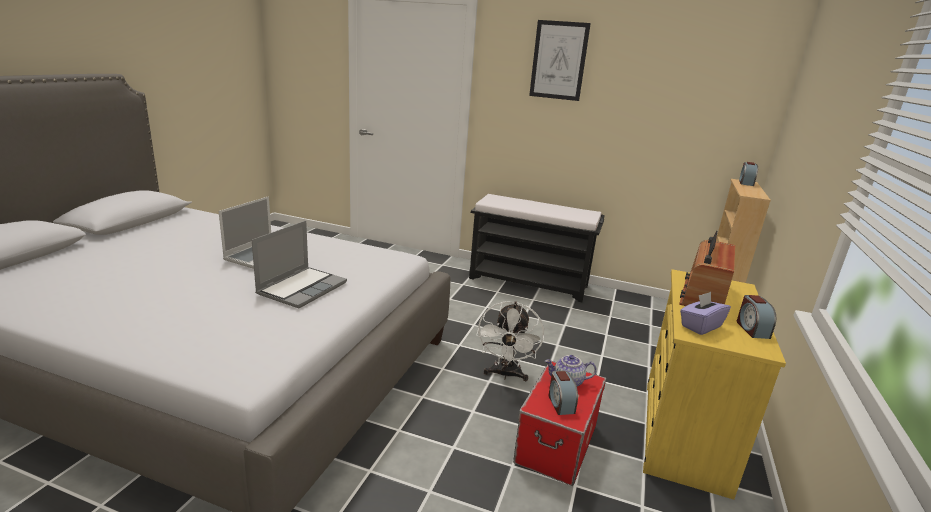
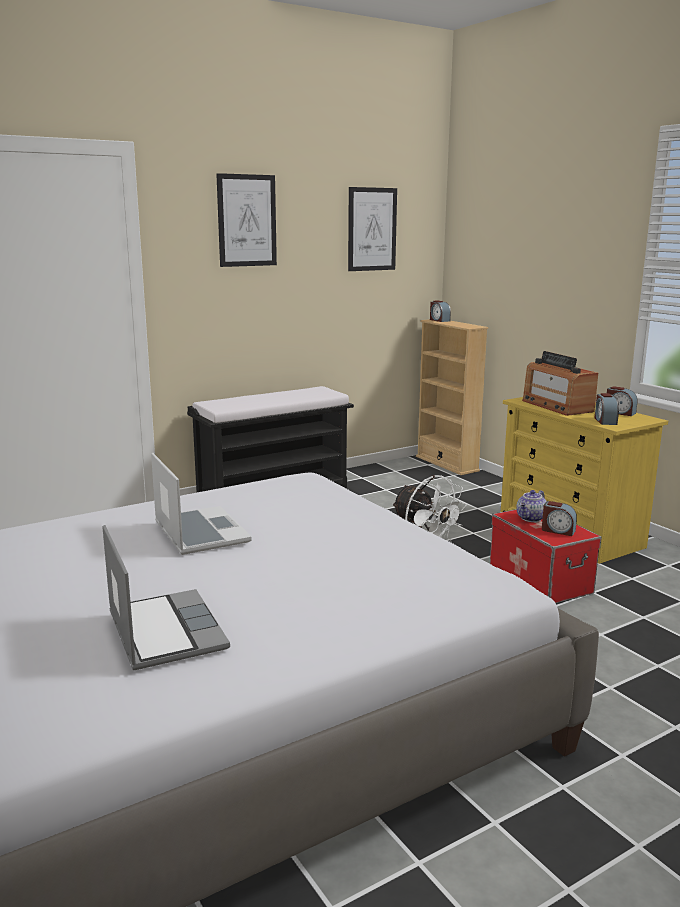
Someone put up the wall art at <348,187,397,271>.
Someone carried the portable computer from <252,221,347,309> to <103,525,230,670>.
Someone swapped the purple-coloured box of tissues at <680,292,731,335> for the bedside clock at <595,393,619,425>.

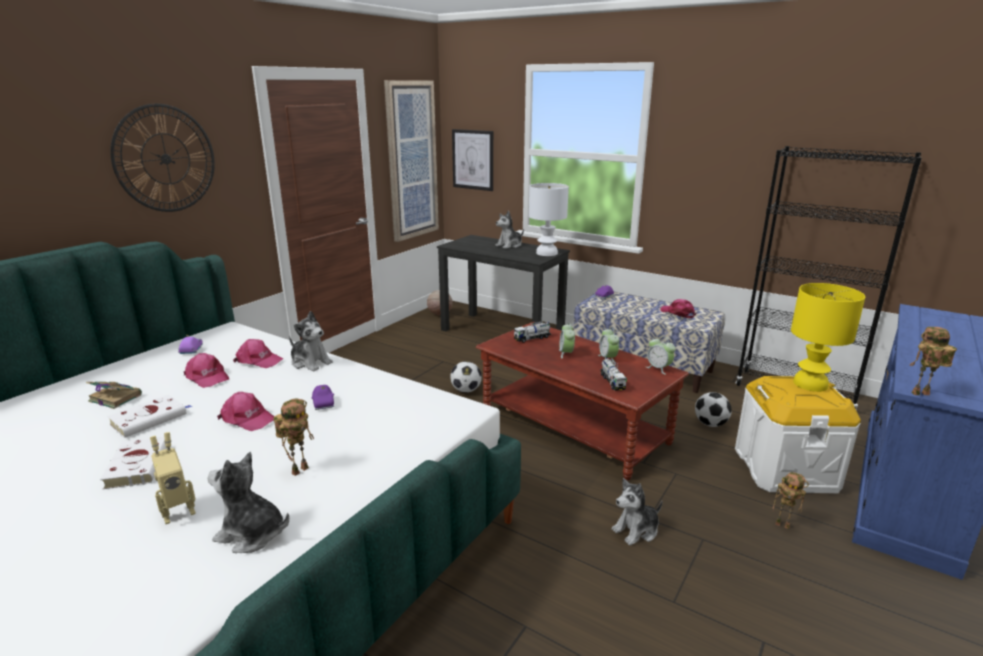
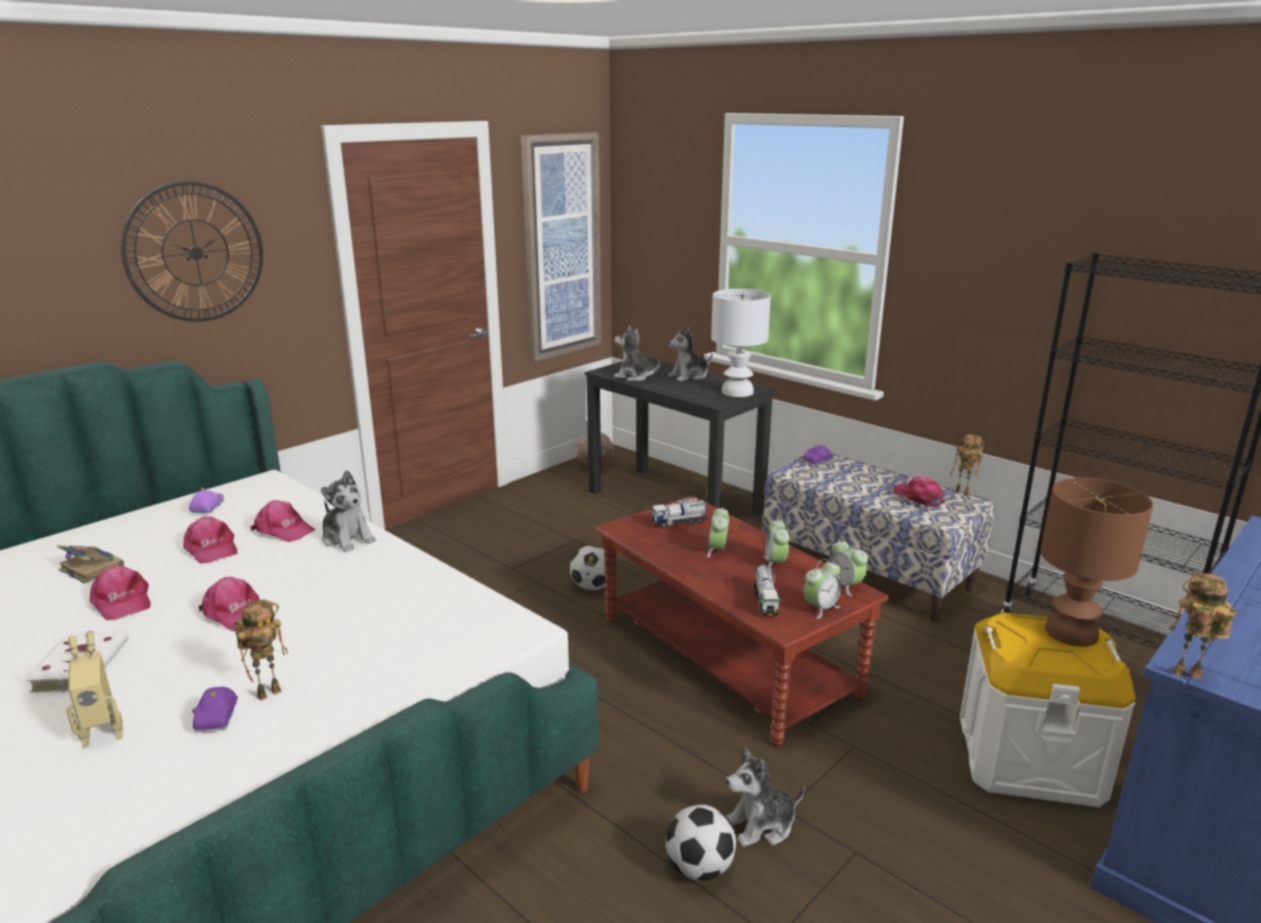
Someone took away the wall art at <452,129,493,191>.
Someone put down the bedside clock at <804,559,842,619>.
Someone carried the plush toy from <208,452,289,553> to <614,326,660,381>.
Someone carried the purple-coloured toy car from <312,385,334,410> to <192,687,238,733>.
Someone carried the football from <695,392,731,427> to <666,805,736,881>.
Someone carried the toy robot from <773,472,809,529> to <950,434,984,496>.
Someone swapped the whitish bound book at <107,394,192,438> for the pink-coloured cap at <90,565,151,620>.
Someone repainted the yellowish table lamp at <791,283,865,392>, which became the brownish table lamp at <1040,478,1153,647>.

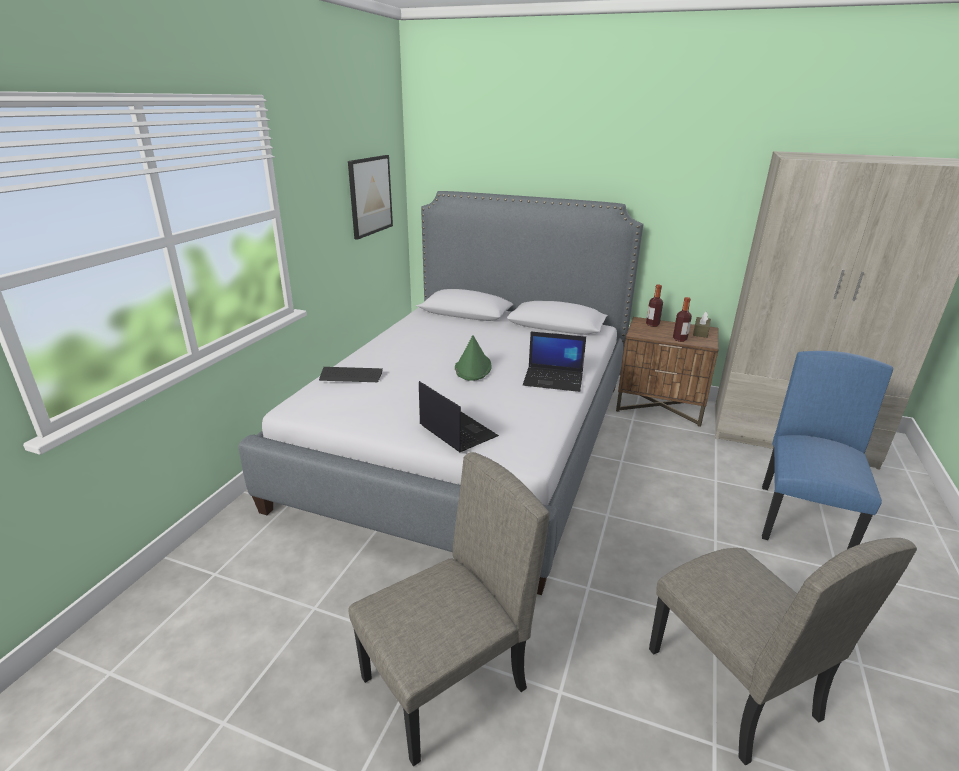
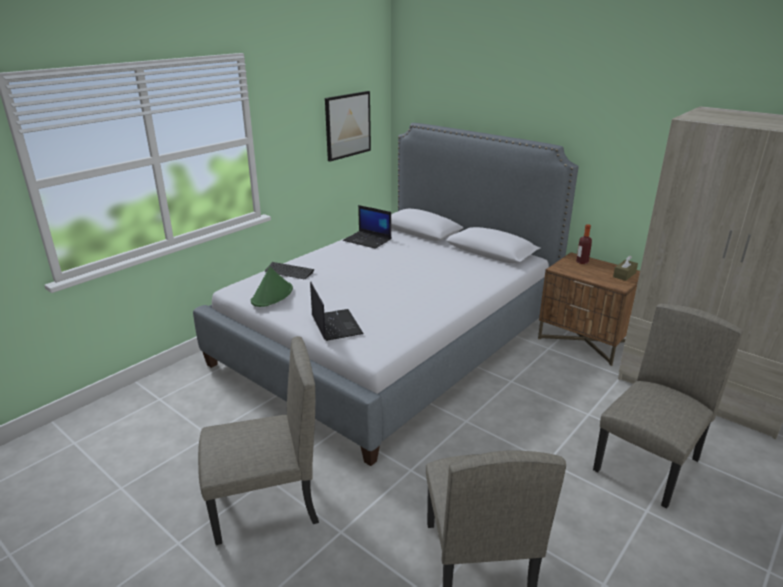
Someone took away the drink bottle at <673,297,692,342>.
Someone carried the greenish wearable hat from <455,335,491,381> to <251,267,293,307>.
Someone carried the portable computer from <523,332,586,392> to <343,205,391,249>.
Someone repainted the bluish upright chair at <762,351,893,549>, which became the beige-coloured upright chair at <593,303,743,508>.

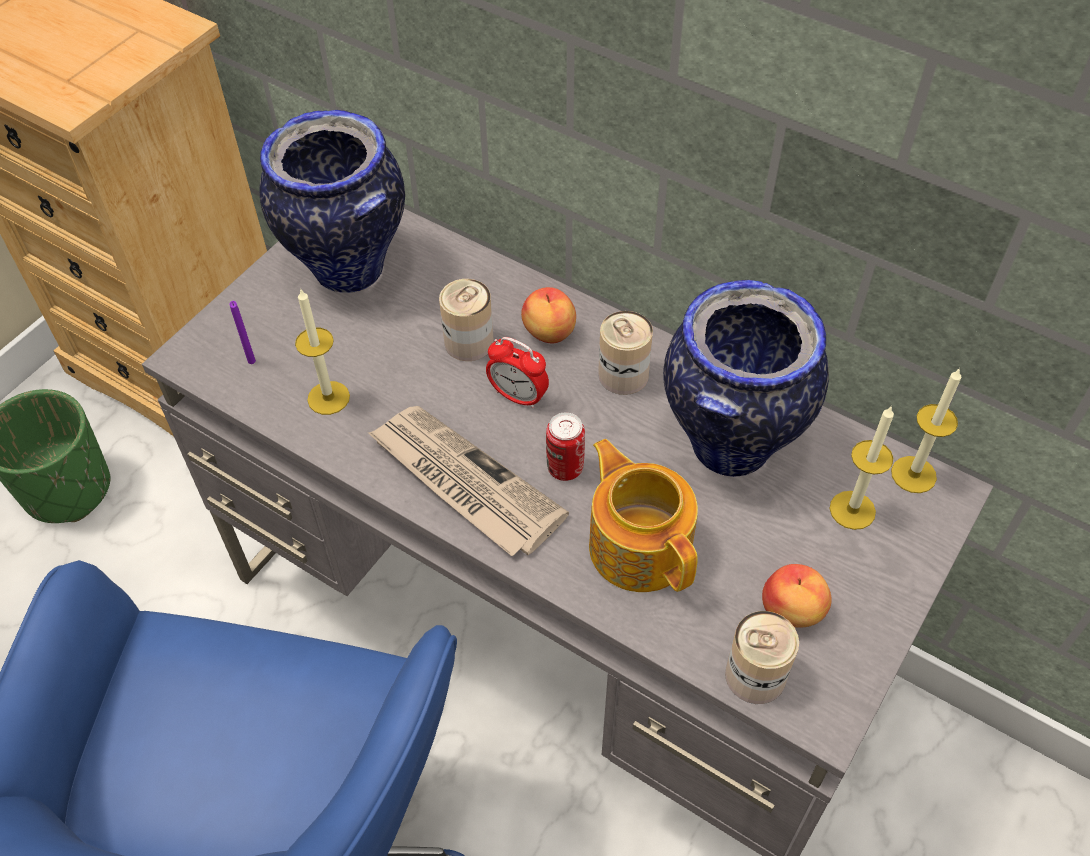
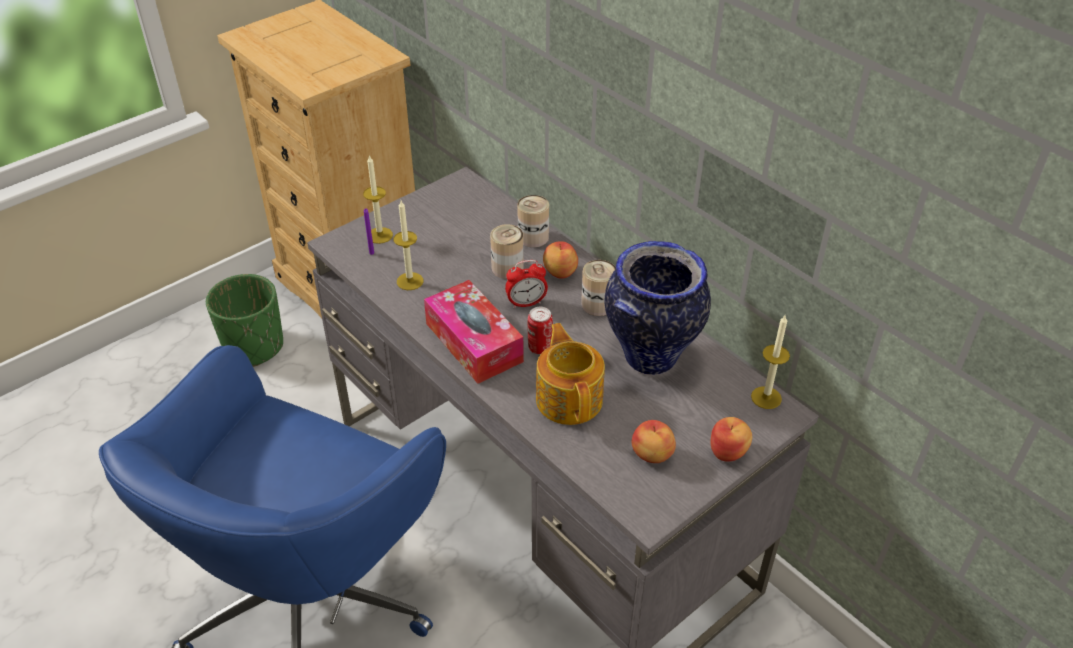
Someone took away the vase at <260,110,405,293>.
Someone put down the whole apple at <710,417,752,462>.
Someone carried the can from <725,611,799,704> to <517,195,549,248>.
Someone carried the wax light from <829,407,894,530> to <363,155,393,244>.
Someone swapped the newspaper at <368,406,569,556> for the box of tissues at <424,280,524,384>.
Someone rotated the bedside clock at <486,337,549,409> by 60 degrees counterclockwise.

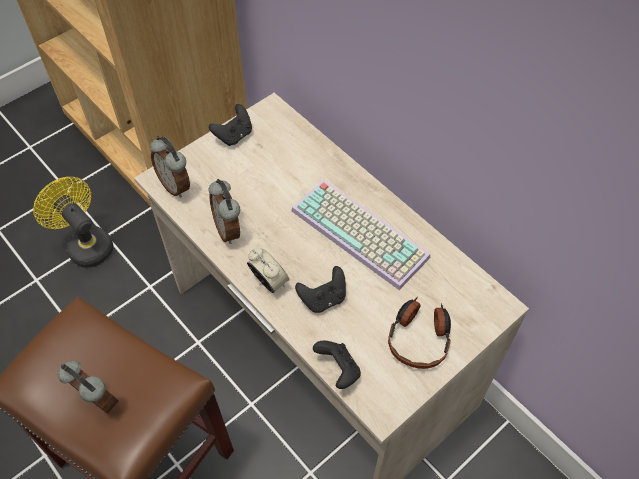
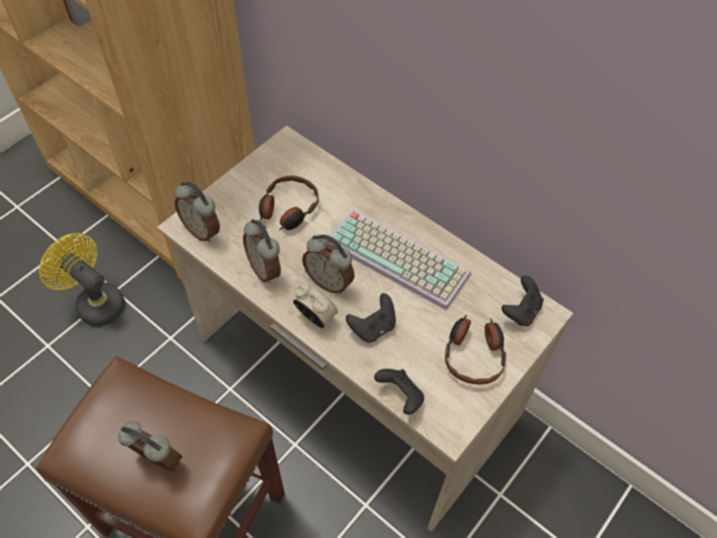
Someone put down the headphones at <259,176,319,230>.
Someone put down the bedside clock at <302,235,355,294>.
Someone carried the blackish joypad from <209,104,252,146> to <502,276,544,326>.

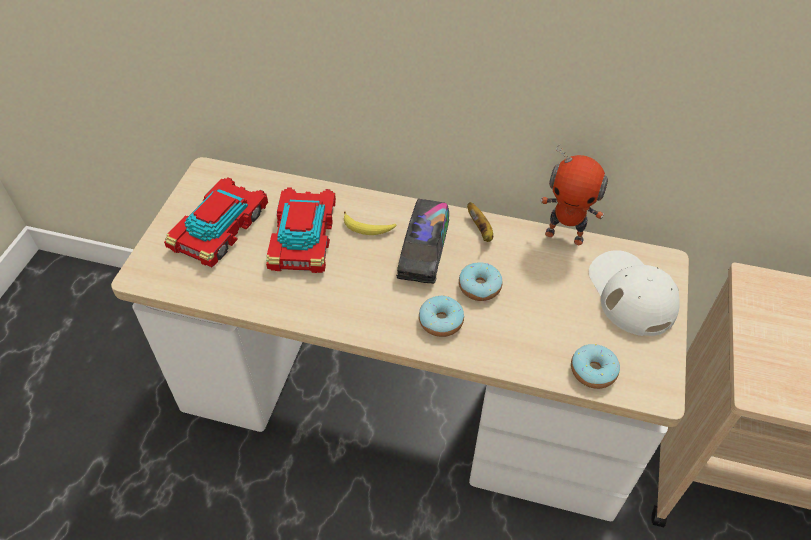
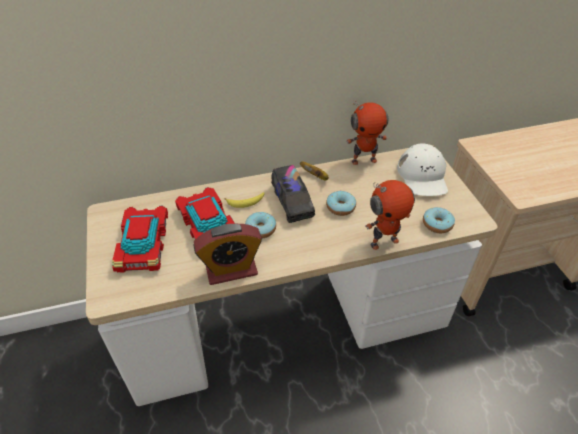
Someone put down the bedside clock at <193,224,262,285>.
Someone put down the toy robot at <365,180,415,250>.
Someone carried the ring doughnut from <419,296,464,337> to <245,212,276,238>.
Someone rotated the whitish cap at <589,250,680,336> by 135 degrees counterclockwise.

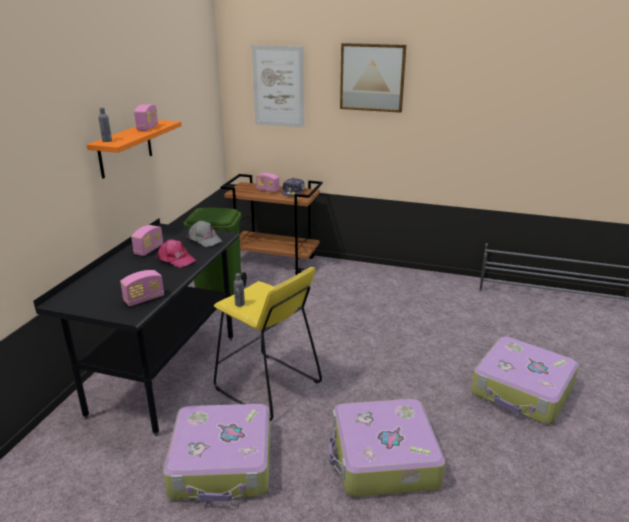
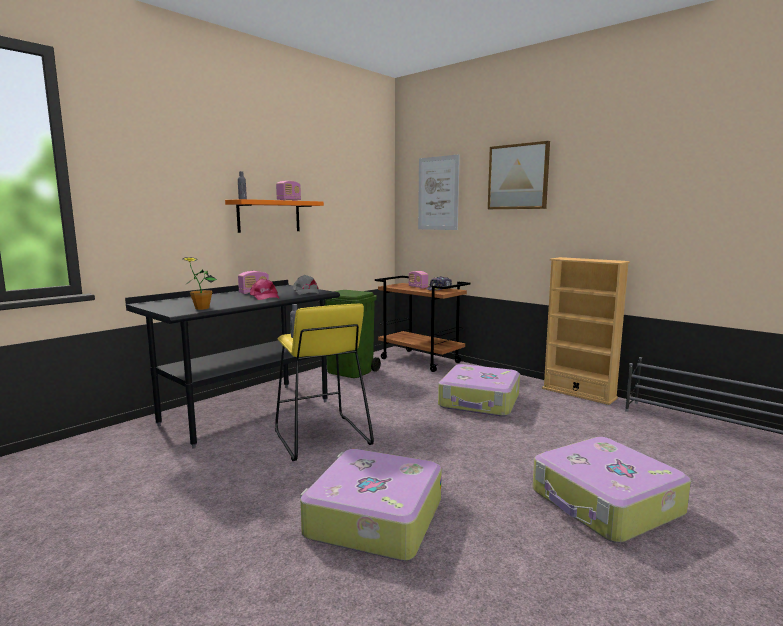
Someone put down the beige-coloured bookshelf at <542,257,630,405>.
Someone carried the suitcase from <163,404,270,502> to <438,364,520,417>.
Someone swapped the radio receiver at <120,270,164,306> for the plant in a pot at <183,257,217,310>.

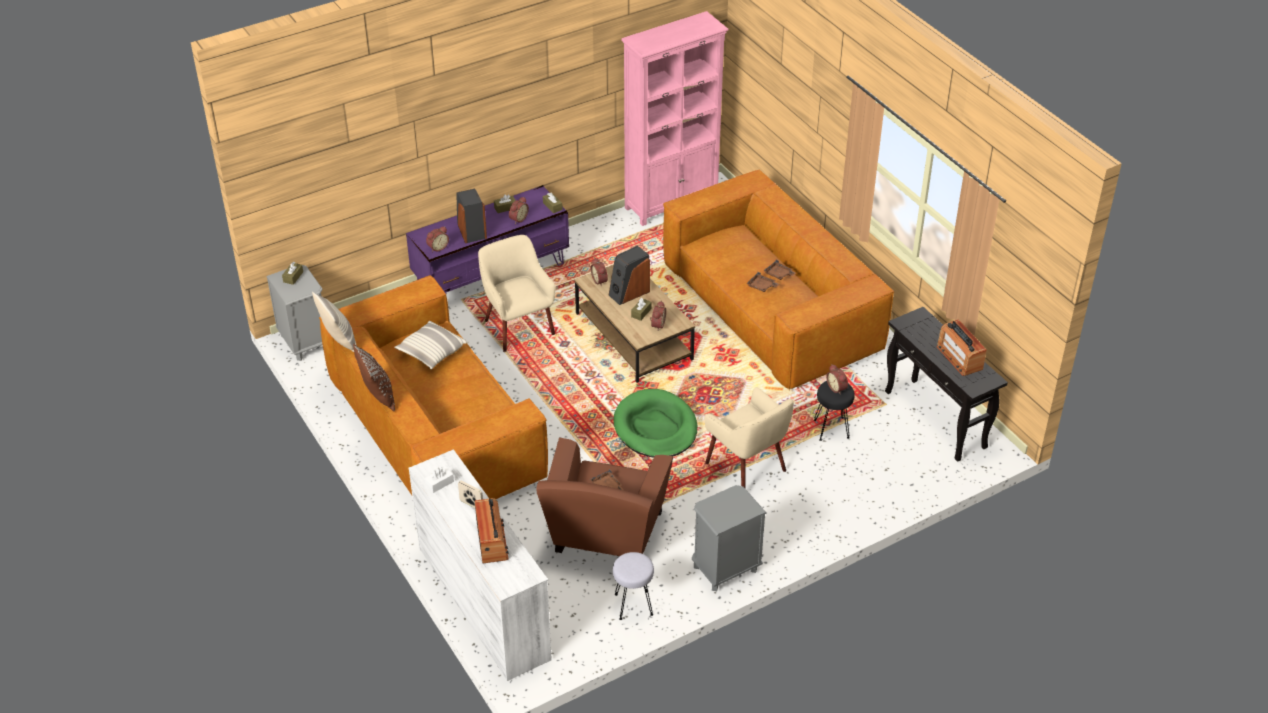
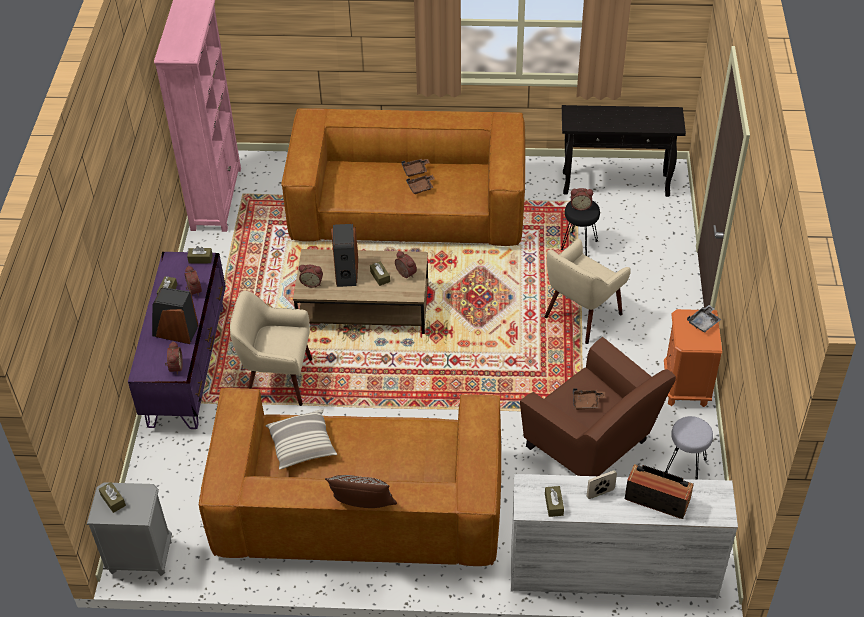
Someone took away the cushion at <312,292,357,352>.
Someone took away the greenish dog bed at <613,389,697,457>.
Someone took away the radio receiver at <937,319,987,376>.
Someone put down the greyish serving tray at <687,305,721,333>.
Someone repainted the whitish box of tissues at <425,467,454,493>, which became the brownish box of tissues at <545,486,564,517>.
Someone repainted the greyish night table at <692,485,767,591>, which became the orange-coloured night table at <664,309,722,407>.
Someone rotated the beige-coloured armchair at <705,387,794,488> by 135 degrees clockwise.

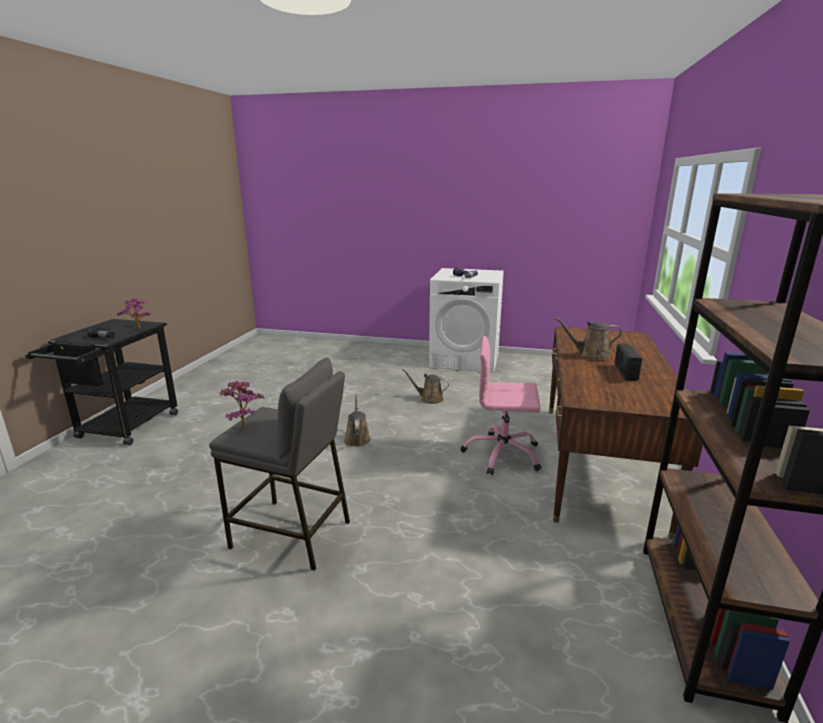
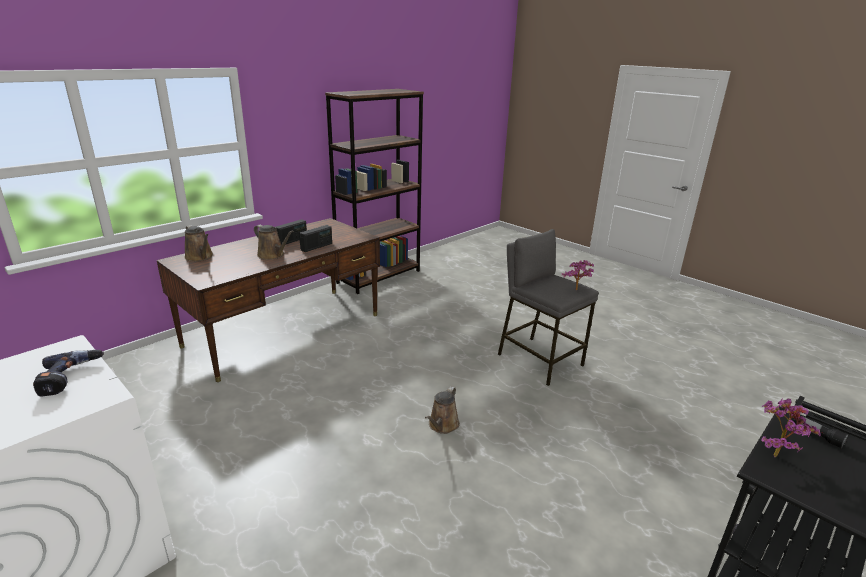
Someone took away the pink-coloured office chair at <460,336,542,475>.
Someone put down the radio receiver at <299,225,332,252>.
Someone carried the brownish watering can from <402,369,450,404> to <184,225,213,262>.

